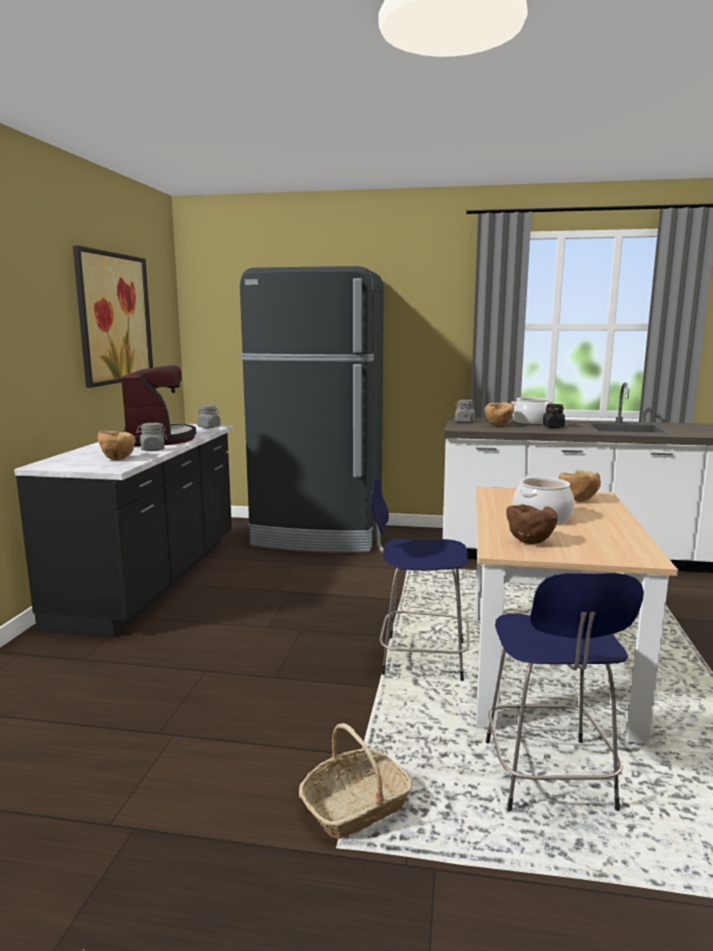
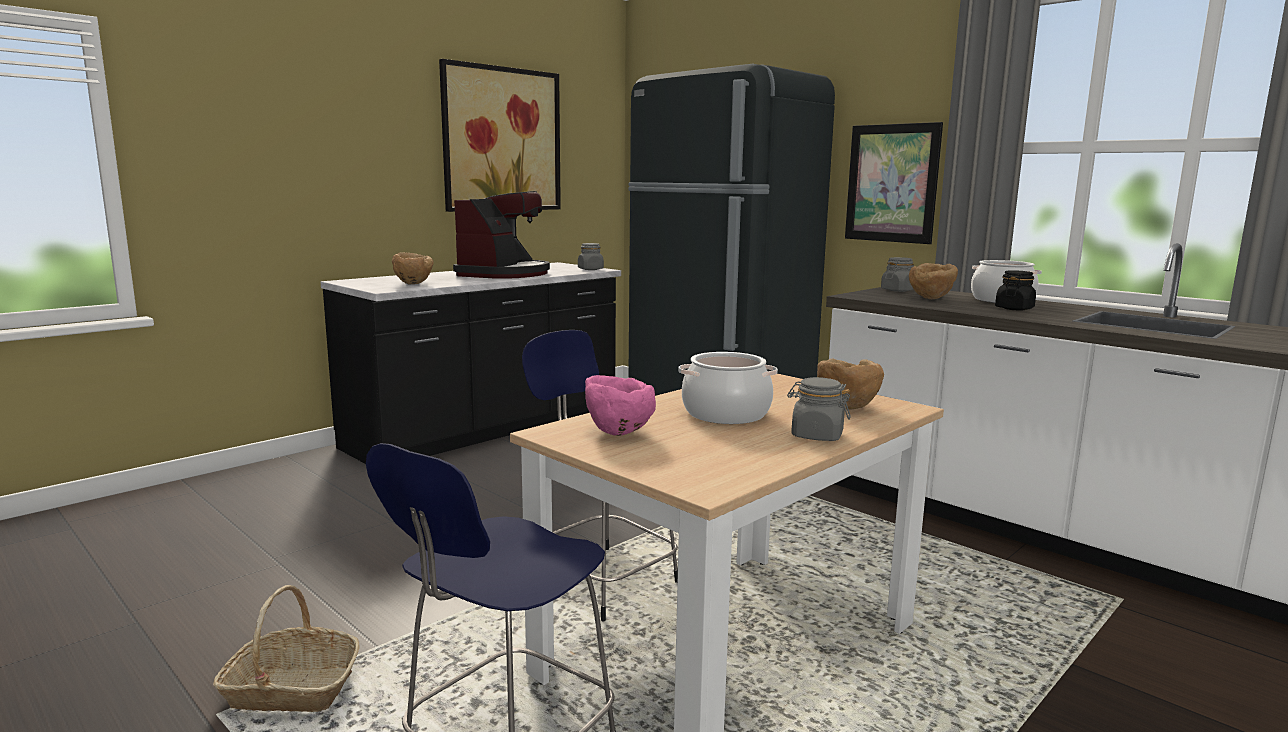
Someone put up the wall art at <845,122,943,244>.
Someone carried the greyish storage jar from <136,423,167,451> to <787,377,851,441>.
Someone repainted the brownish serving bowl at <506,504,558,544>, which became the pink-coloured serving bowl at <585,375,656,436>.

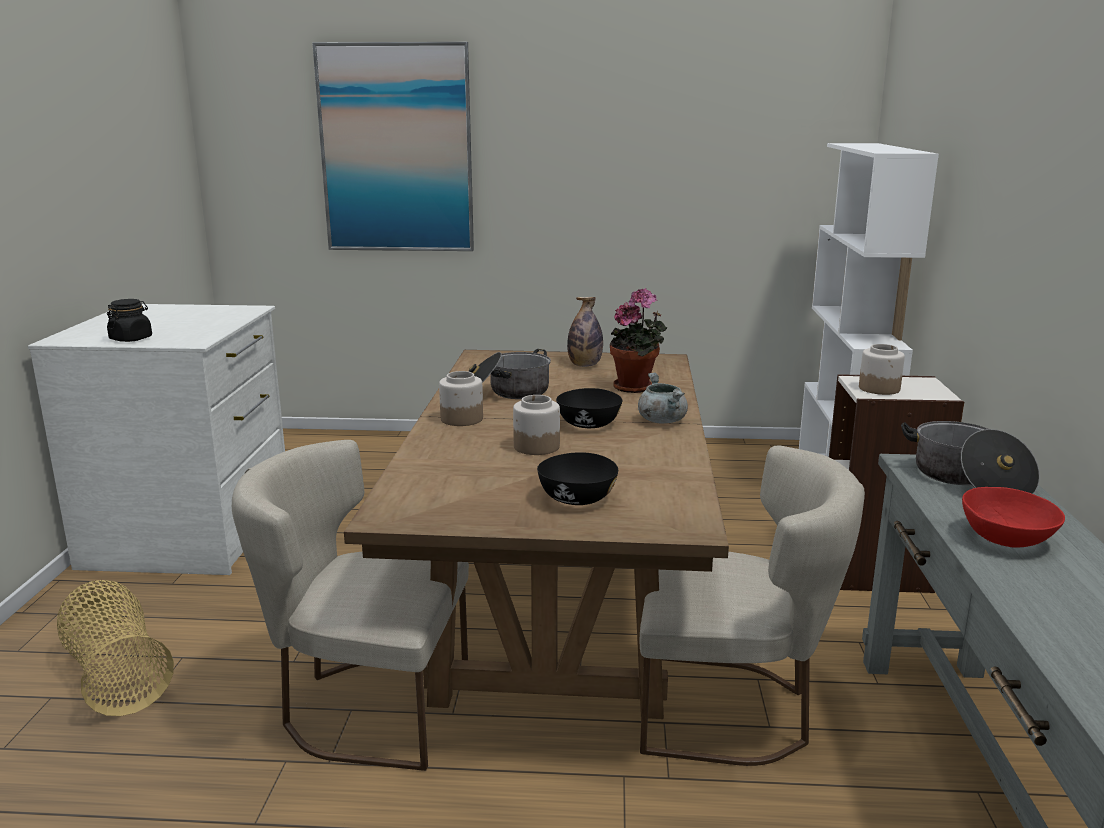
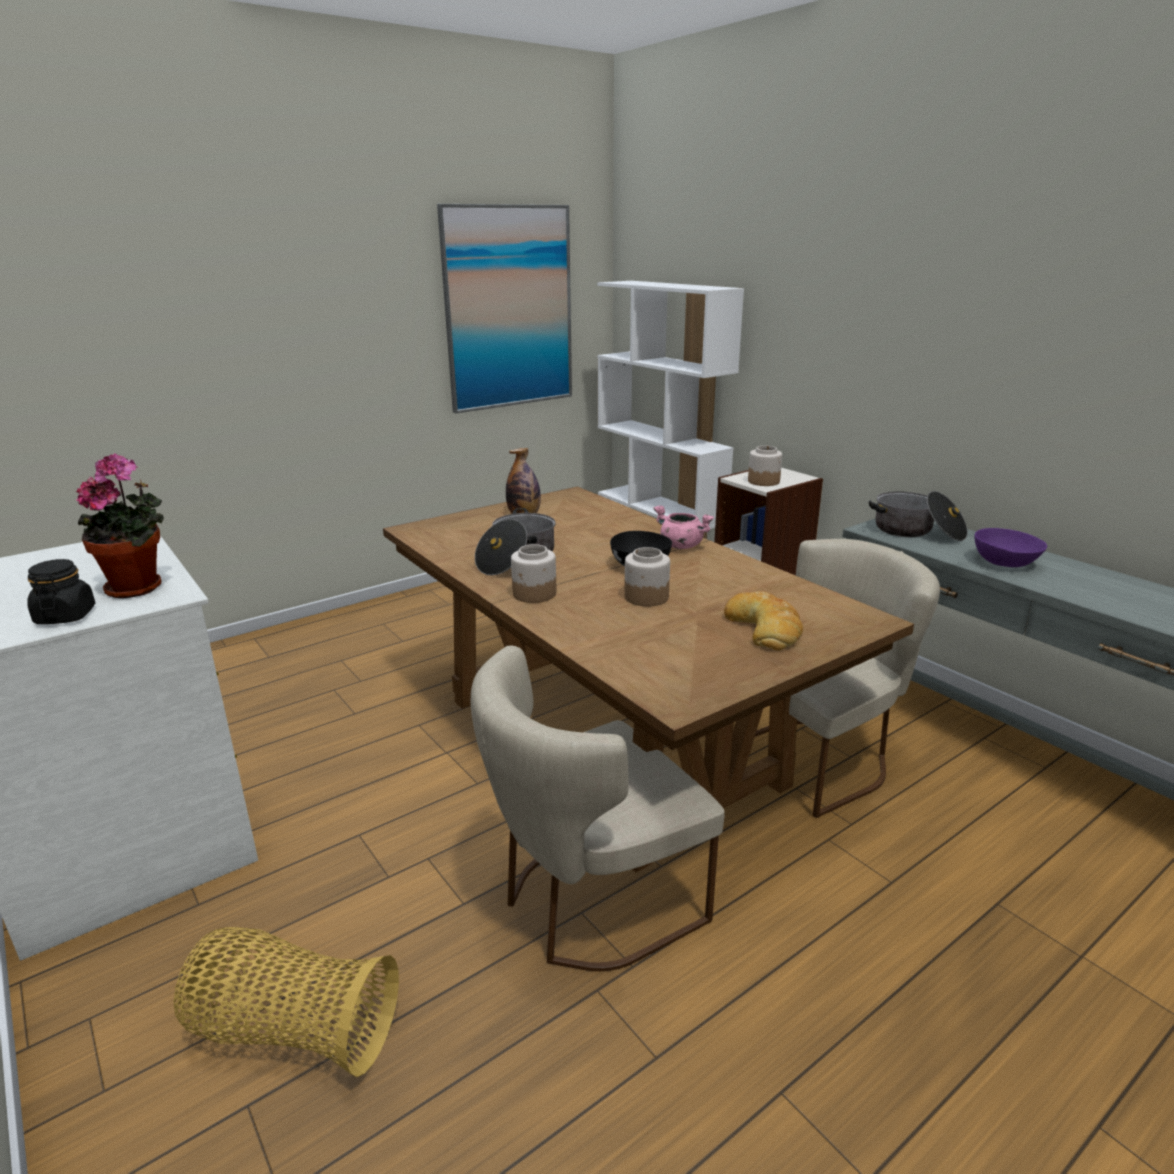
Someone carried the wall art from <312,42,474,251> to <437,204,572,413>.
Someone carried the plant in a pot from <610,288,667,393> to <76,453,164,598>.
Someone swapped the blackish serving bowl at <537,452,618,505> for the bread at <724,591,803,651>.
Someone repainted the greyish stockpot at <638,373,688,423>, which became the pink-coloured stockpot at <653,505,714,549>.
Someone repainted the red serving bowl at <962,487,1065,548>, which became the purple-coloured serving bowl at <974,528,1047,567>.

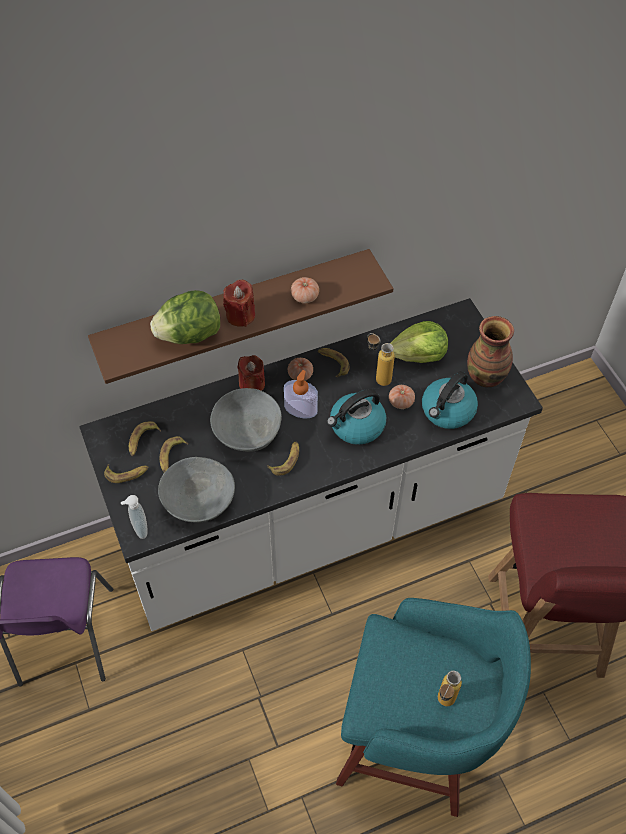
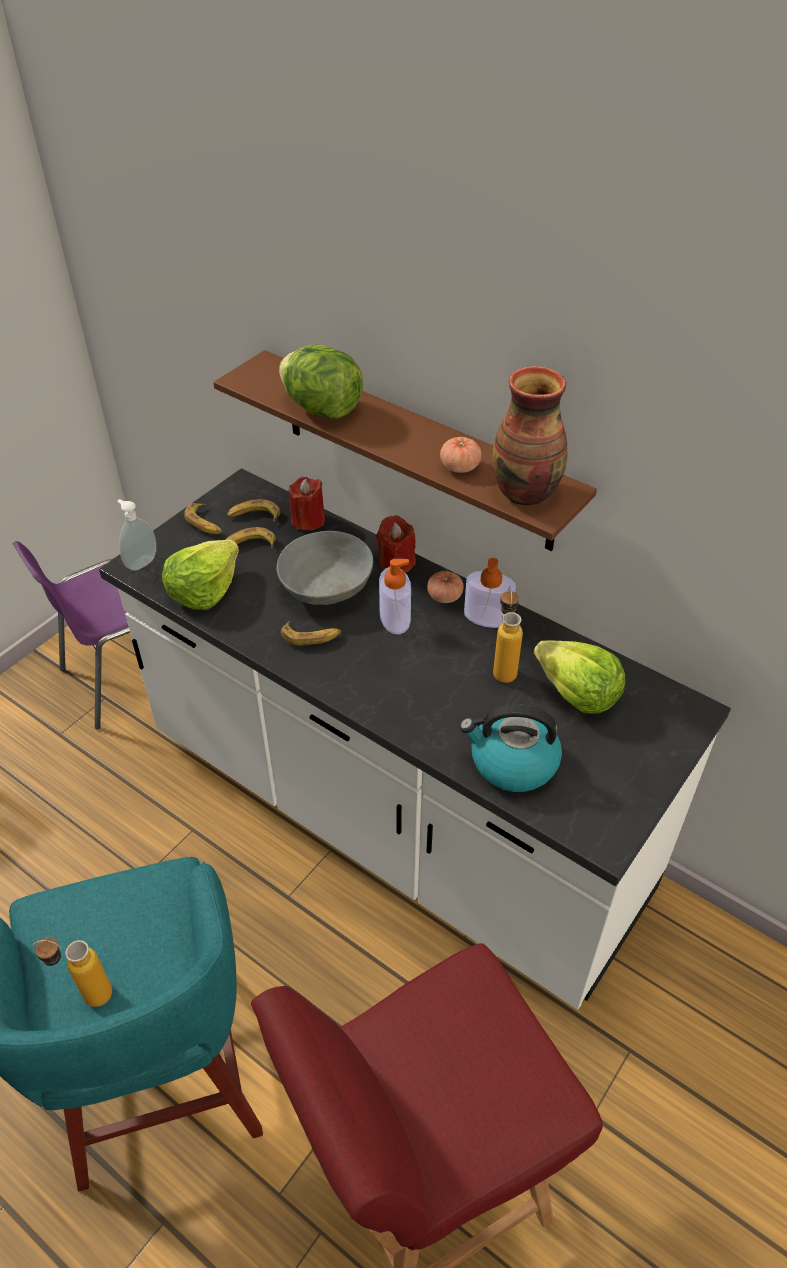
Someone took away the tea kettle at <327,389,386,445>.
Someone took away the whole tomato at <389,385,415,409>.
Someone carried the red wax light from <223,279,255,327> to <289,477,325,530>.
Someone carried the vase from <467,316,514,387> to <492,366,568,505>.
Someone swapped the greyish serving bowl at <158,457,235,523> for the lettuce at <162,540,239,610>.
Someone swapped the whole banana at <318,348,350,377> for the soap dispenser at <464,558,516,628>.

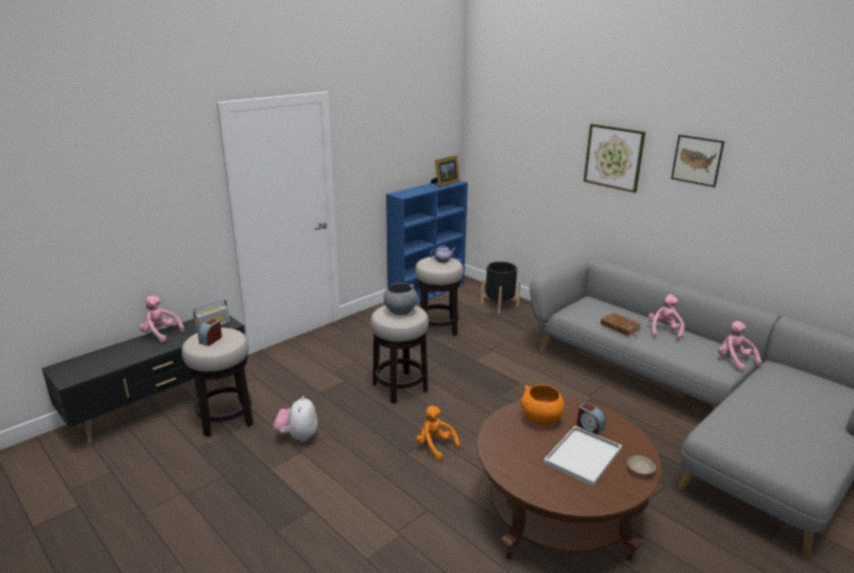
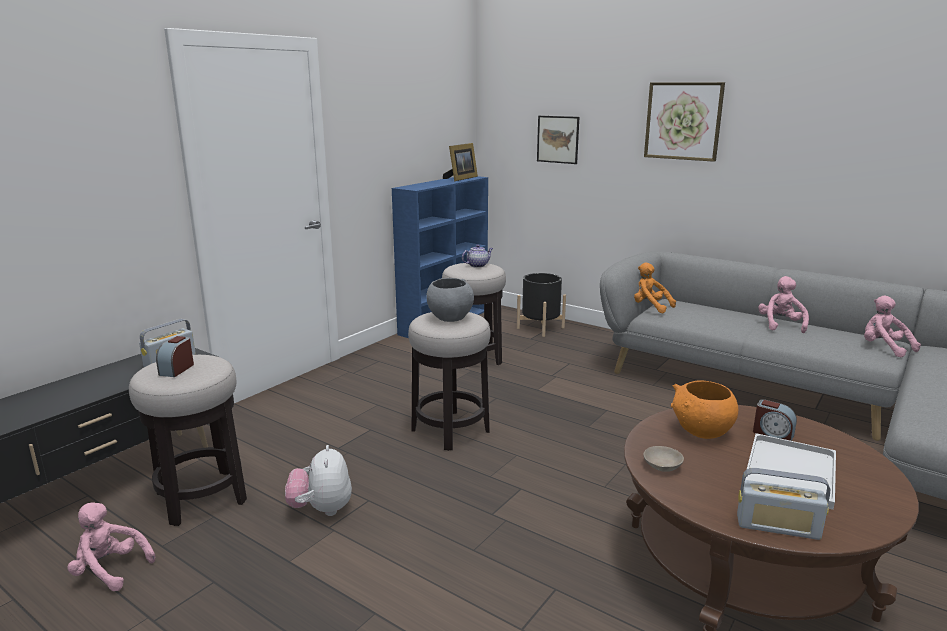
Someone took away the brownish bound book at <601,313,641,337>.
Someone put down the radio receiver at <737,468,830,540>.
Someone carried the pink-coloured plush toy from <139,296,185,342> to <67,502,155,591>.
Someone carried the orange-coloured plush toy from <416,406,460,460> to <634,263,676,313>.
Someone carried the beige-coloured serving bowl from <627,456,656,476> to <643,446,684,472>.
Someone carried the wall art from <671,135,725,187> to <537,116,579,164>.

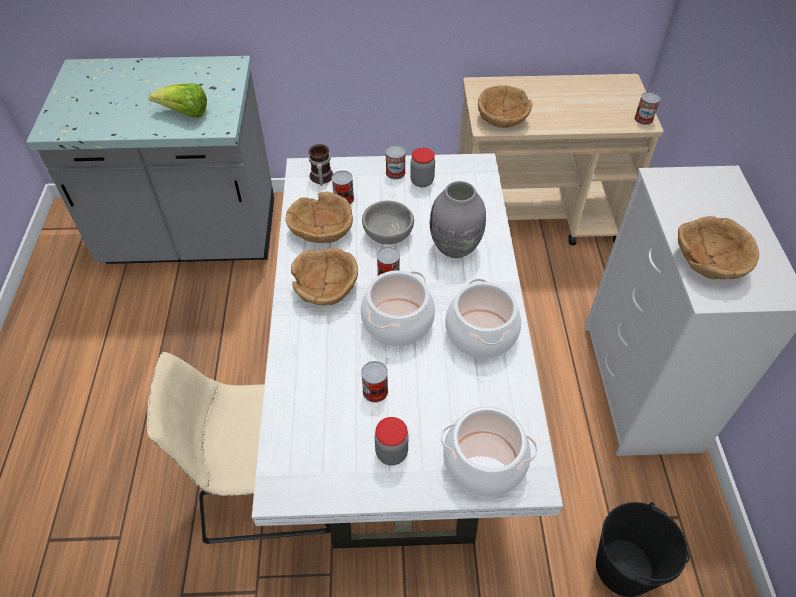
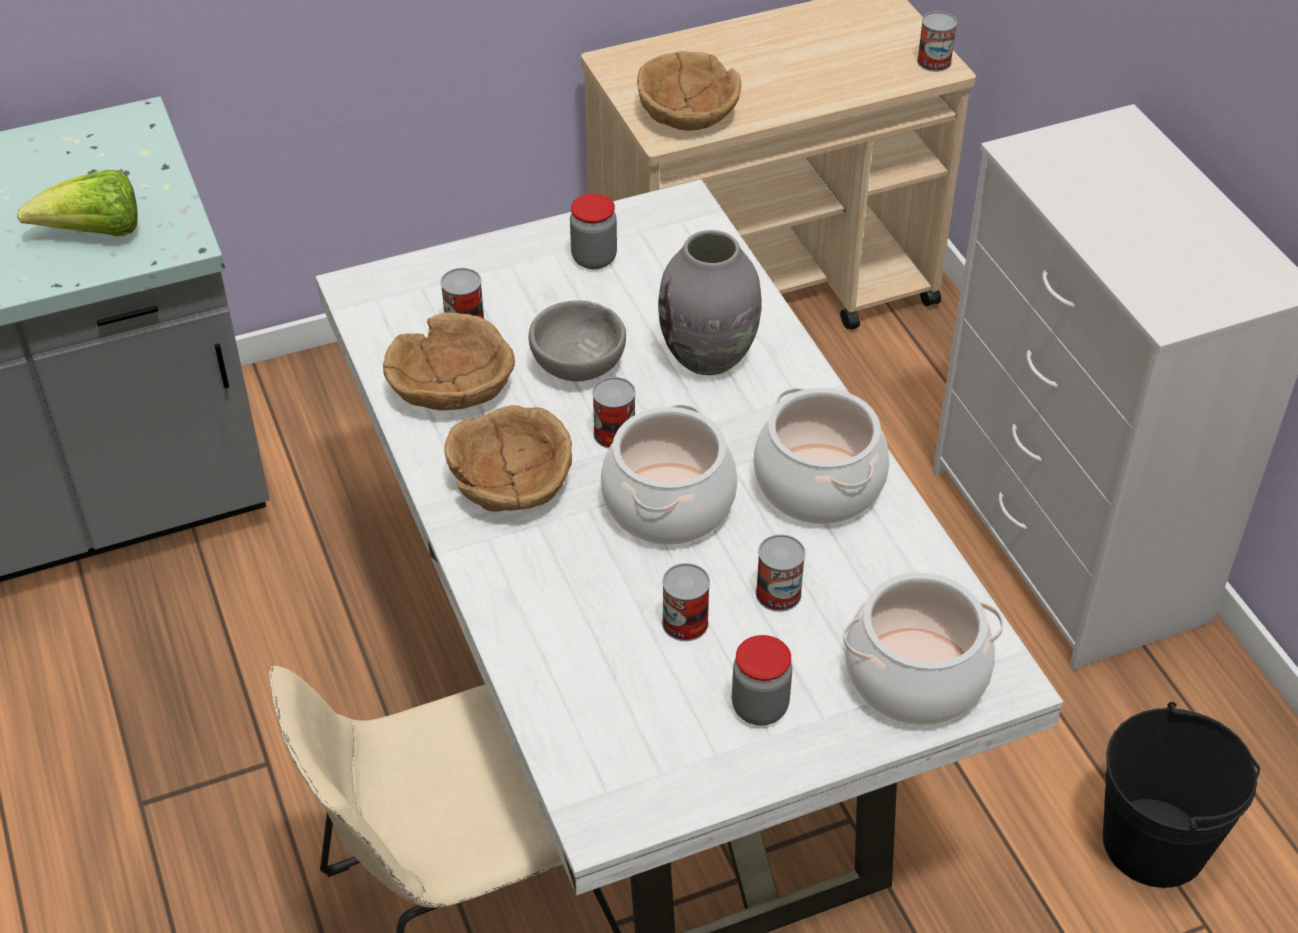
Someone took away the tea mug at <308,144,333,186>.
Someone took away the brownish serving bowl at <678,216,759,279>.
Someone carried the can from <385,145,406,180> to <756,534,805,612>.

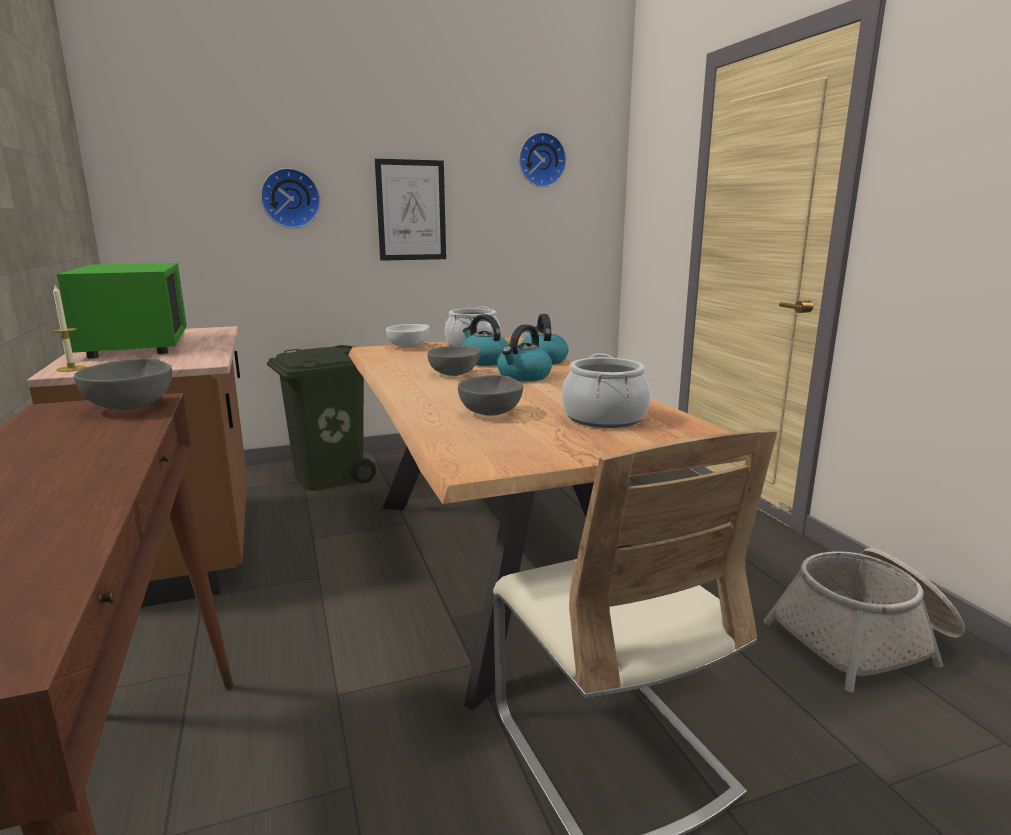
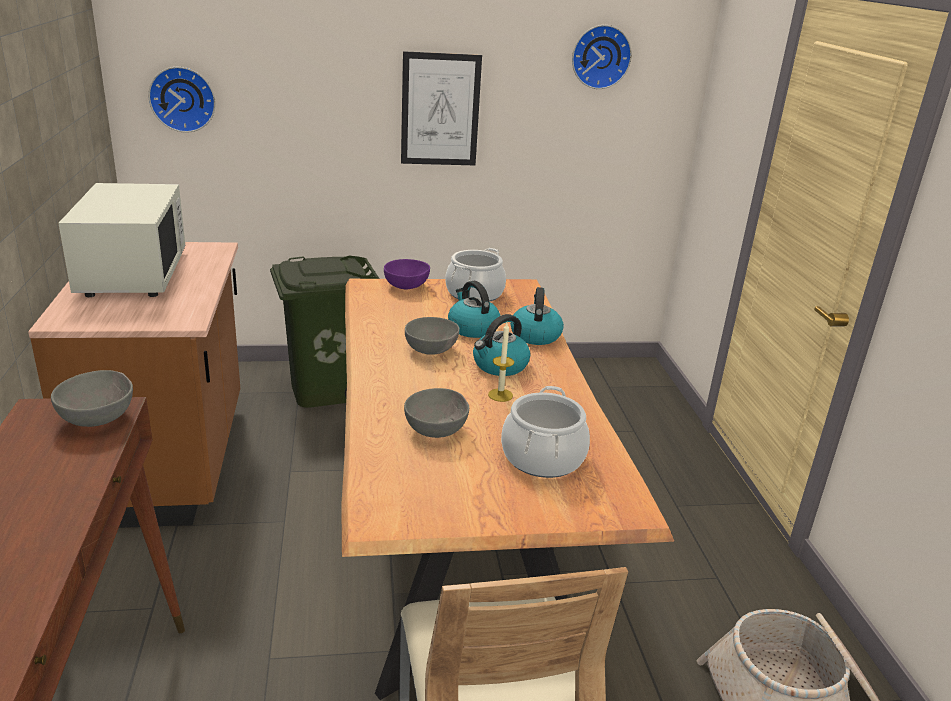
Someone carried the wax light from <51,285,87,372> to <488,323,514,402>.
Someone carried the hanging clock from <260,168,321,228> to <148,67,216,133>.
Someone repainted the greenish kitchen microwave at <57,263,187,359>, which became the whitish kitchen microwave at <58,183,186,297>.
Someone repainted the whitish serving bowl at <386,324,429,348>, which became the purple-coloured serving bowl at <384,259,430,289>.

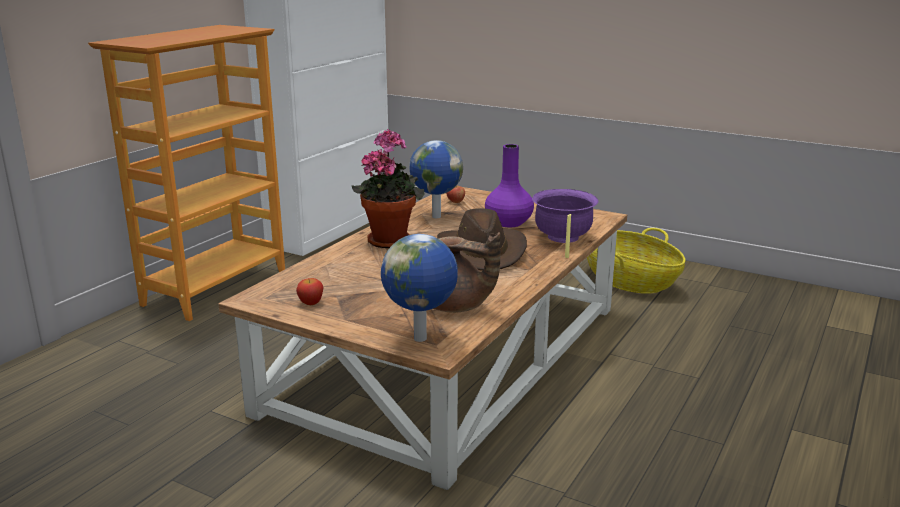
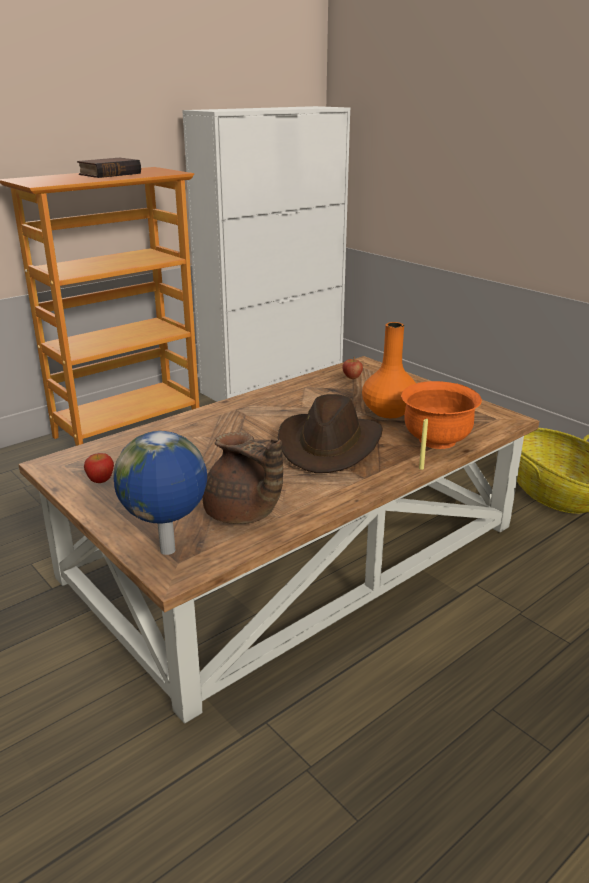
Someone took away the plant in a pot at <352,129,425,248>.
Someone took away the desk globe at <409,140,463,218>.
Someone put down the bound book at <77,158,141,178>.
Someone repainted the purple-coloured vase at <485,144,534,227>, which became the orange-coloured vase at <362,322,416,418>.
Someone repainted the purple-coloured serving bowl at <532,189,598,243>, which became the orange-coloured serving bowl at <401,381,482,449>.

